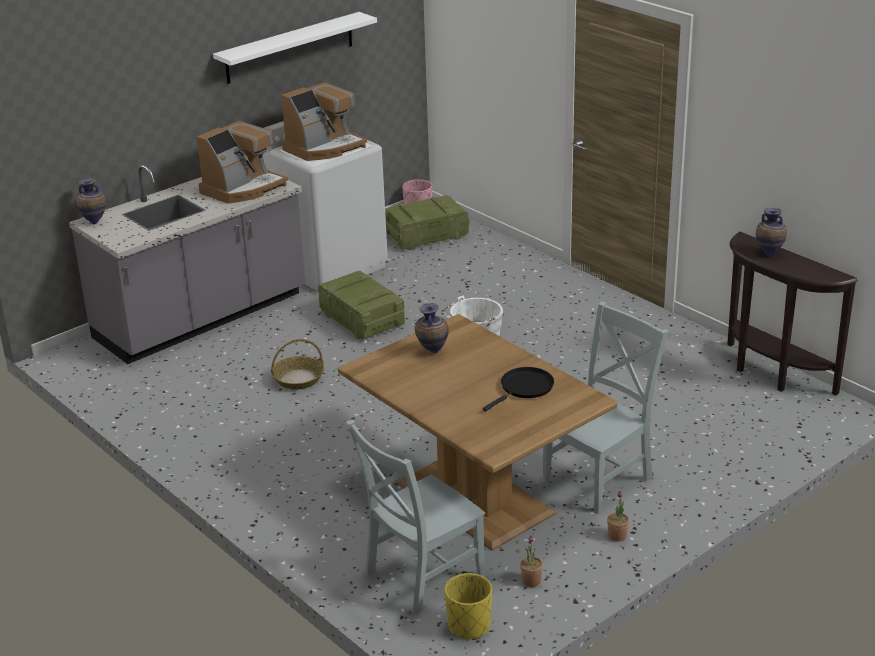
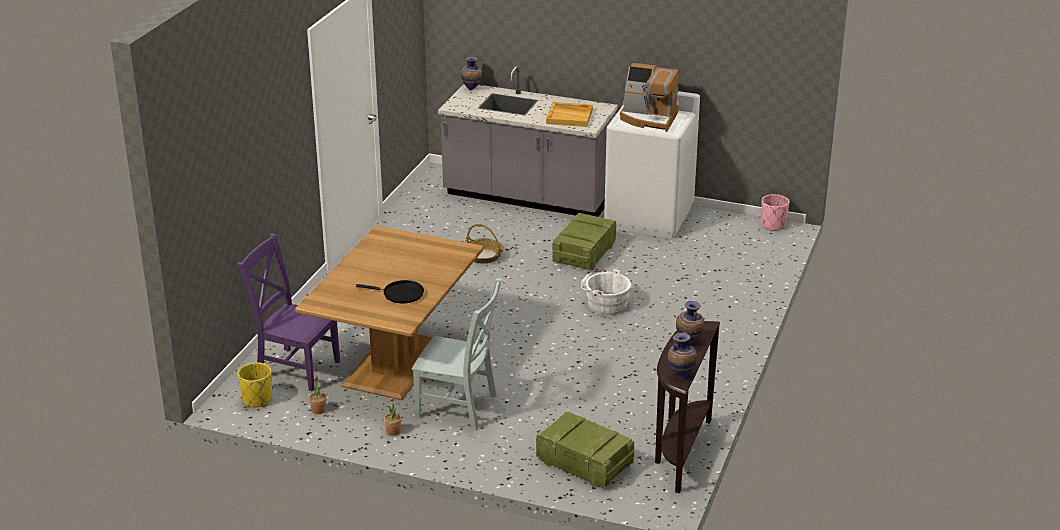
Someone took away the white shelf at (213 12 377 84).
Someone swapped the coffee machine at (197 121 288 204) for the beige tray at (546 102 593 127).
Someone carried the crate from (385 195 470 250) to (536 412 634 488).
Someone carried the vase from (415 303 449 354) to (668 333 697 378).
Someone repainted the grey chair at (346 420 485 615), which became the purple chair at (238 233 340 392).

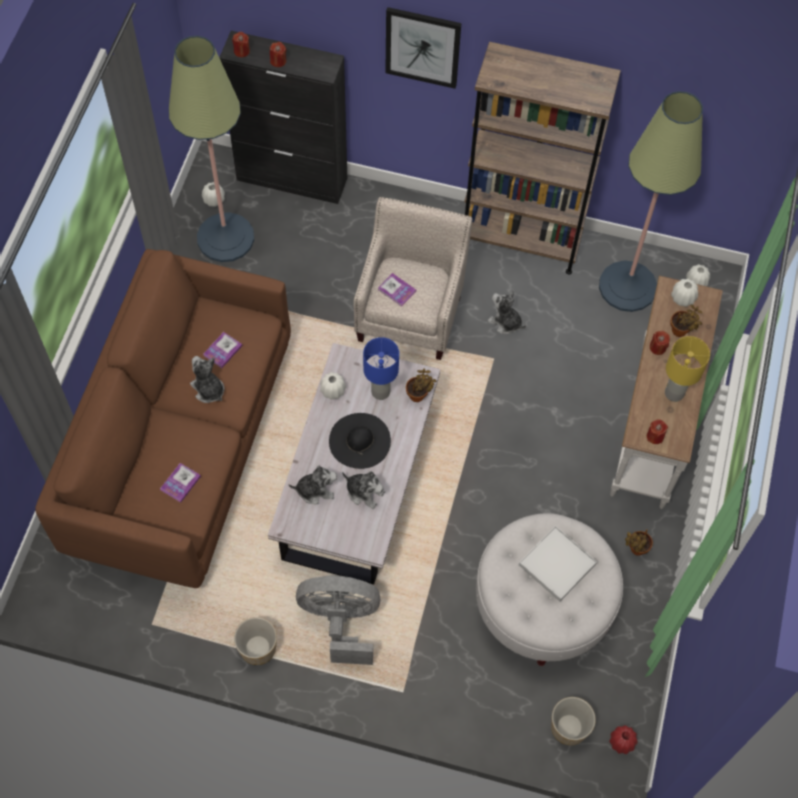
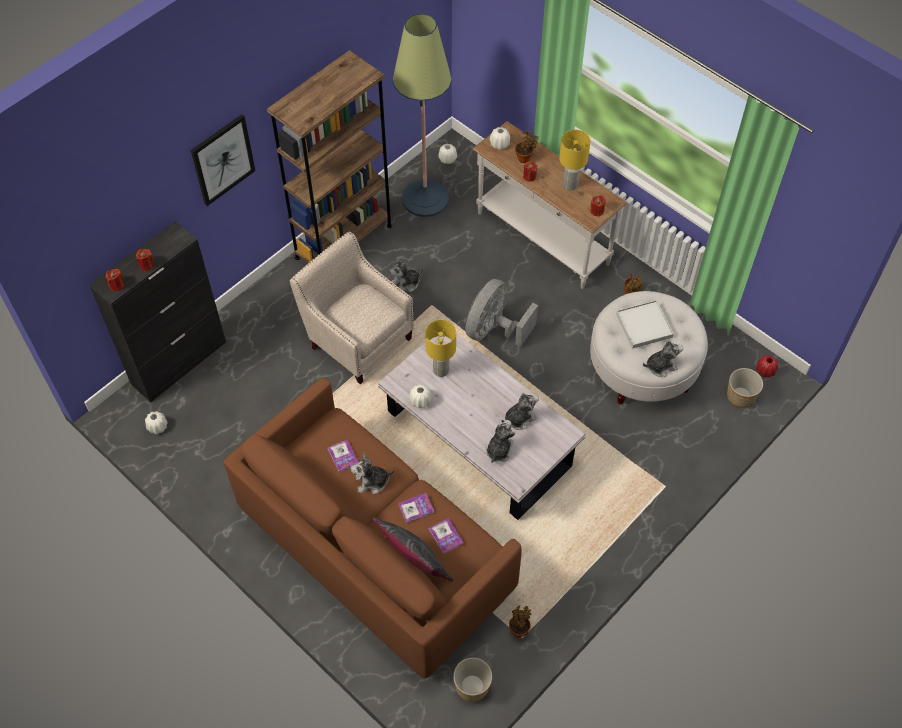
Someone took away the floor lamp at (169 35 254 262).
Someone carried the book from (378 273 416 307) to (398 493 434 523).
Someone repainted the blue table lamp at (363 337 399 400), which became the yellow table lamp at (425 320 456 377).
Someone carried the potted plant from (406 368 436 402) to (509 606 531 637).
Someone took away the black hat at (329 413 391 469).
Someone carried the grey fan from (296 575 380 665) to (465 279 538 347).
Someone carried the planter from (234 617 277 665) to (453 658 492 702).
Someone put down the plush toy at (643 340 683 377).
Someone put down the grey pillow at (372 517 453 581).

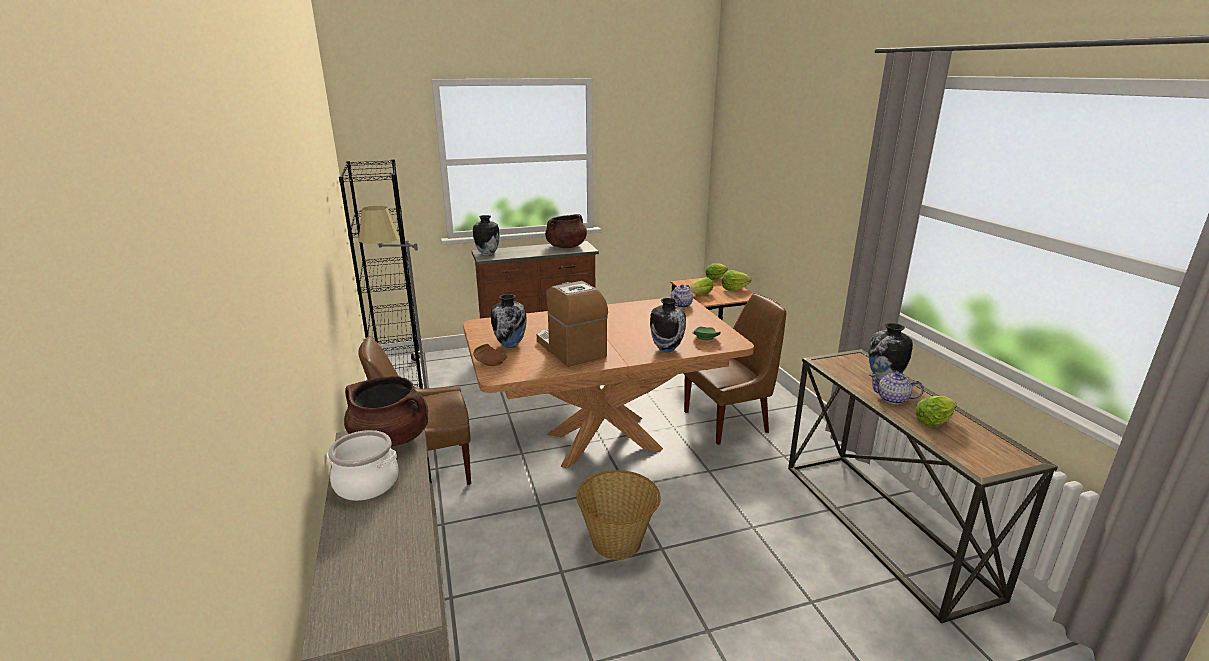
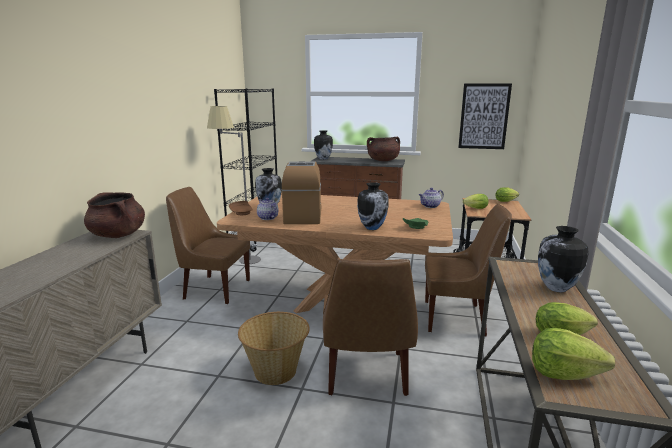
Someone carried the lettuce from (722 271 751 291) to (532 328 615 380).
Someone carried the teapot from (869 372 924 404) to (257 198 279 220).
Someone took away the cooking pot at (327 430 399 501).
Someone put up the picture at (458 84 512 149).
Someone put down the brown chair at (323 259 418 396).

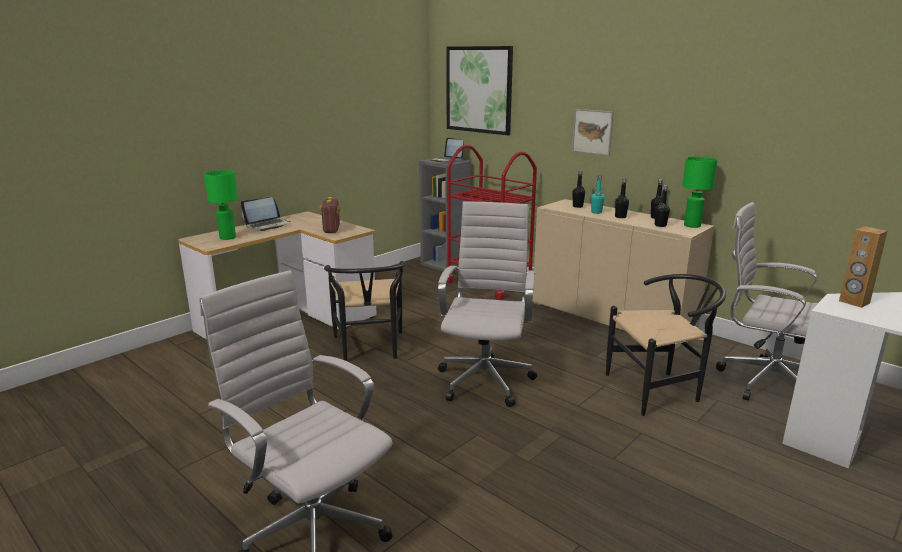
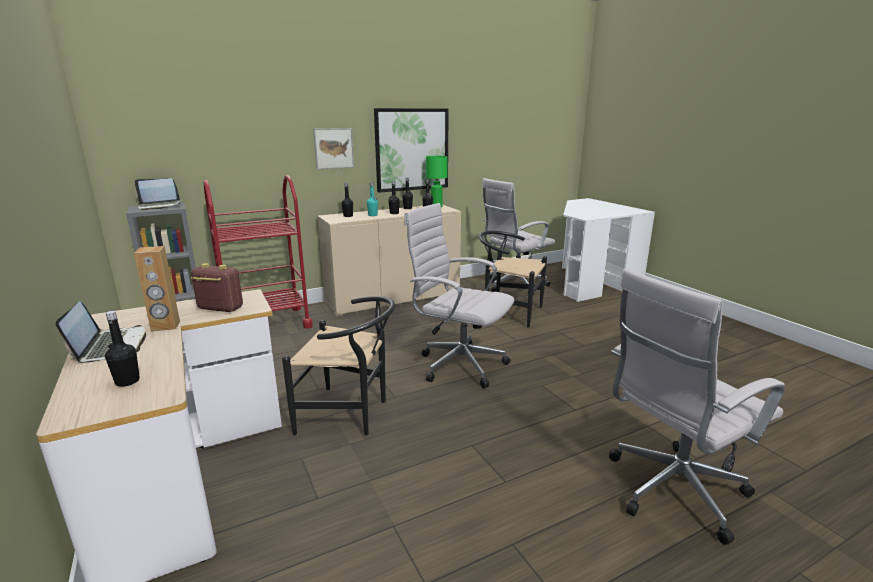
Someone carried the picture from (446 46 513 135) to (374 108 449 193).
Someone swapped the green table lamp at (204 170 238 240) for the black bottle at (105 311 140 387).
Someone carried the brown speaker from (839 226 887 308) to (134 246 180 332).
Someone rotated the black chair at (606 274 726 416) by 75 degrees counterclockwise.

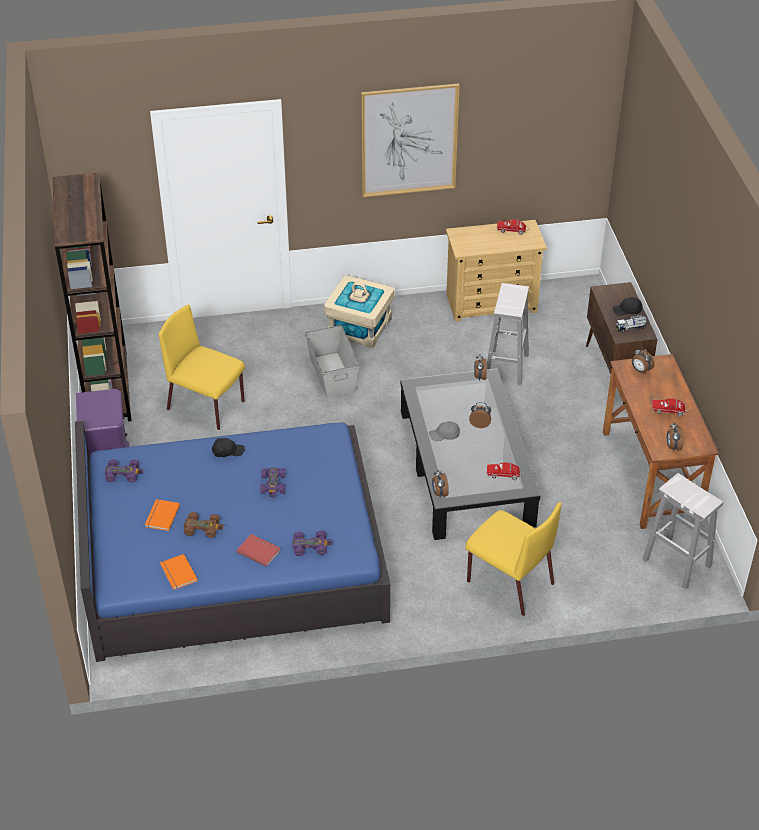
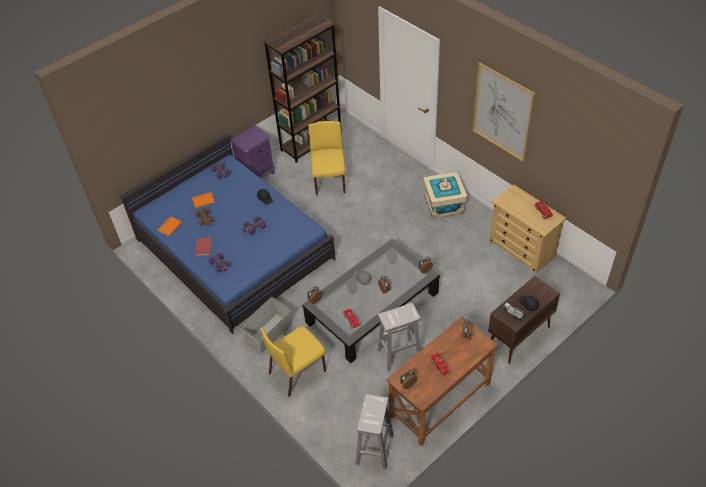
Someone carried the white stool from (487 283 529 385) to (378 303 421 371).
Someone carried the grey storage box from (305 325 360 398) to (240 297 292 353).
Someone rotated the yellow chair at (465 502 562 616) by 45 degrees clockwise.

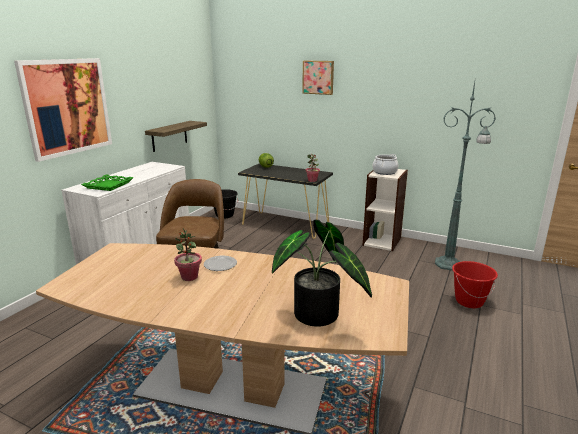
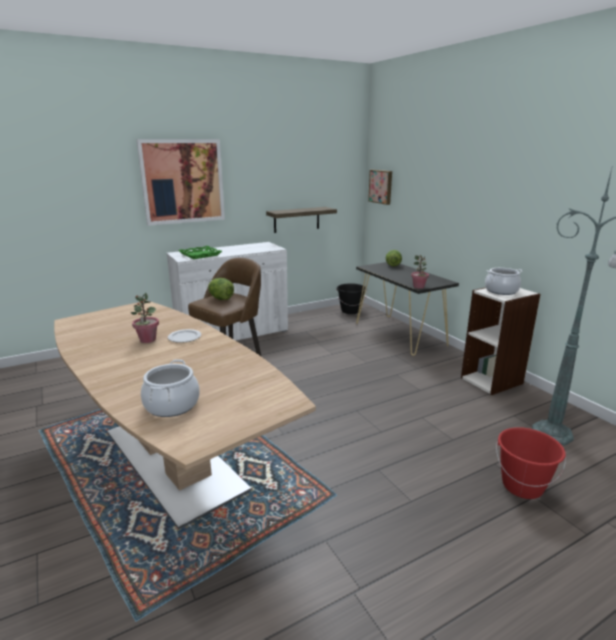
Someone carried the picture from (302 61 334 95) to (368 170 392 205).
Someone swapped the potted plant at (272 219 372 327) for the cooking pot at (141 359 200 417).
Someone put down the lettuce at (208 278 234 300).

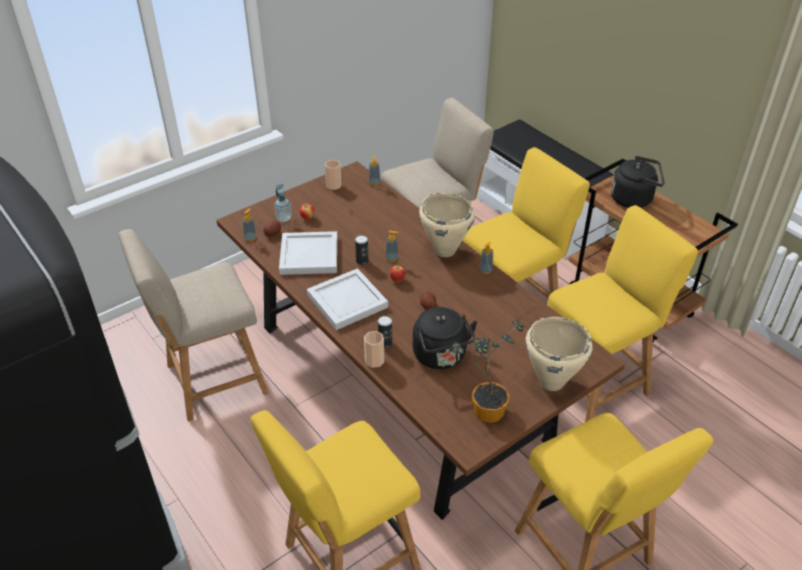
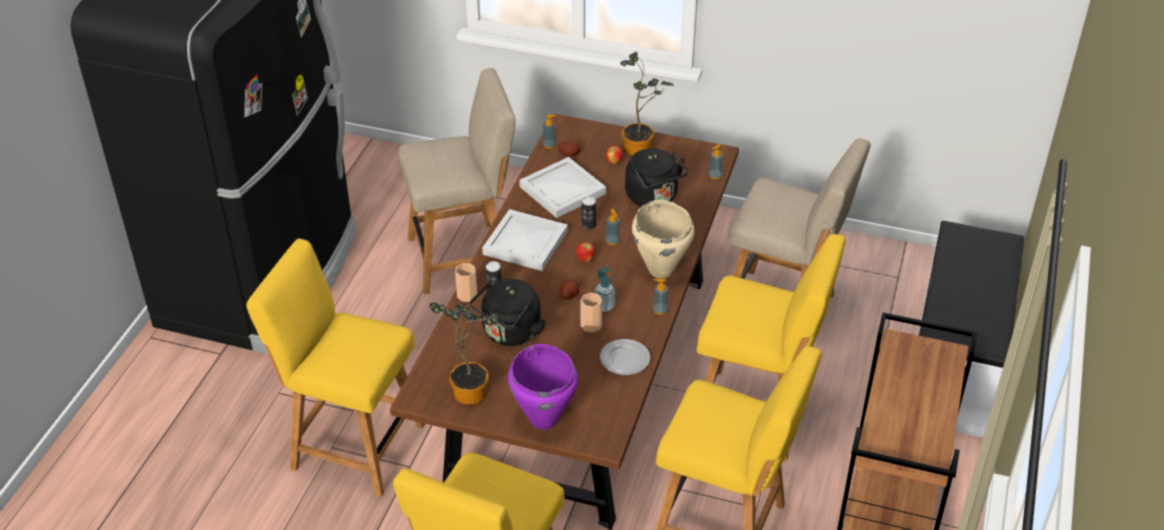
Someone carried the black kettle from (611 156 665 208) to (625 148 688 206).
Someone carried the cup from (325 160 342 190) to (581 293 602 333).
Someone carried the soap dispenser from (274 184 292 222) to (595 267 615 312).
Someone rotated the beige chair at (118 229 269 422) by 135 degrees clockwise.
Someone repainted the beige cooking pot at (525 317 593 391), which became the purple cooking pot at (508 344 578 430).
Someone put down the potted plant at (620 52 674 156).
Someone put down the plate at (600 339 650 375).

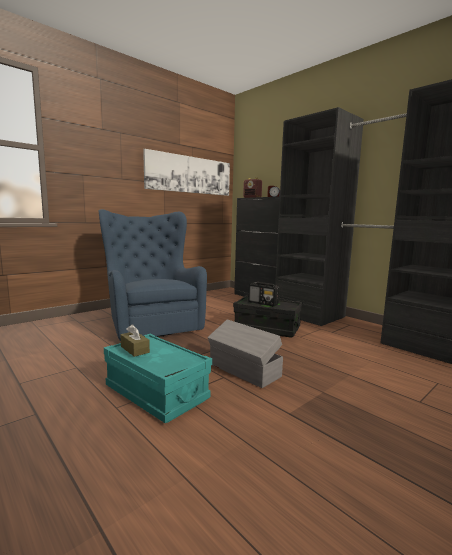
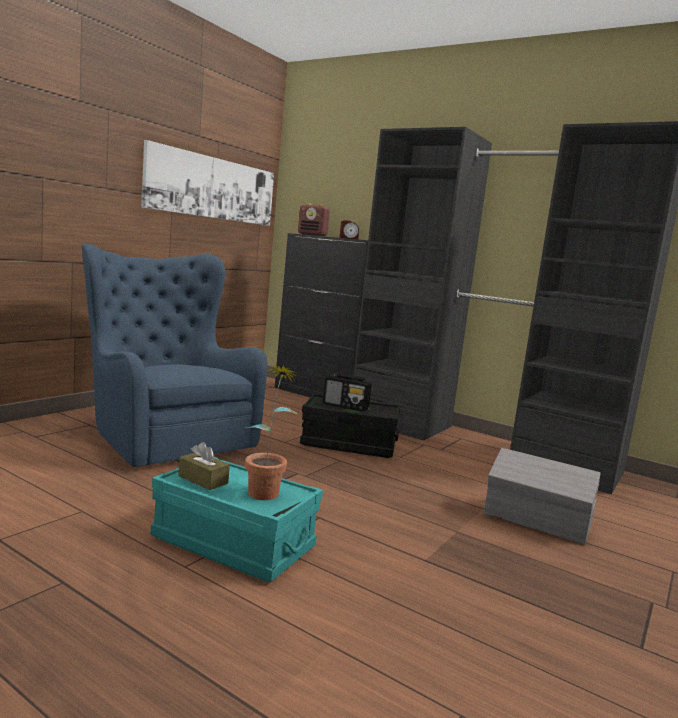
Someone carried the grey storage box from (208 319 283 388) to (484 448 600 544).
Someone put down the potted plant at (245 365 301 500).

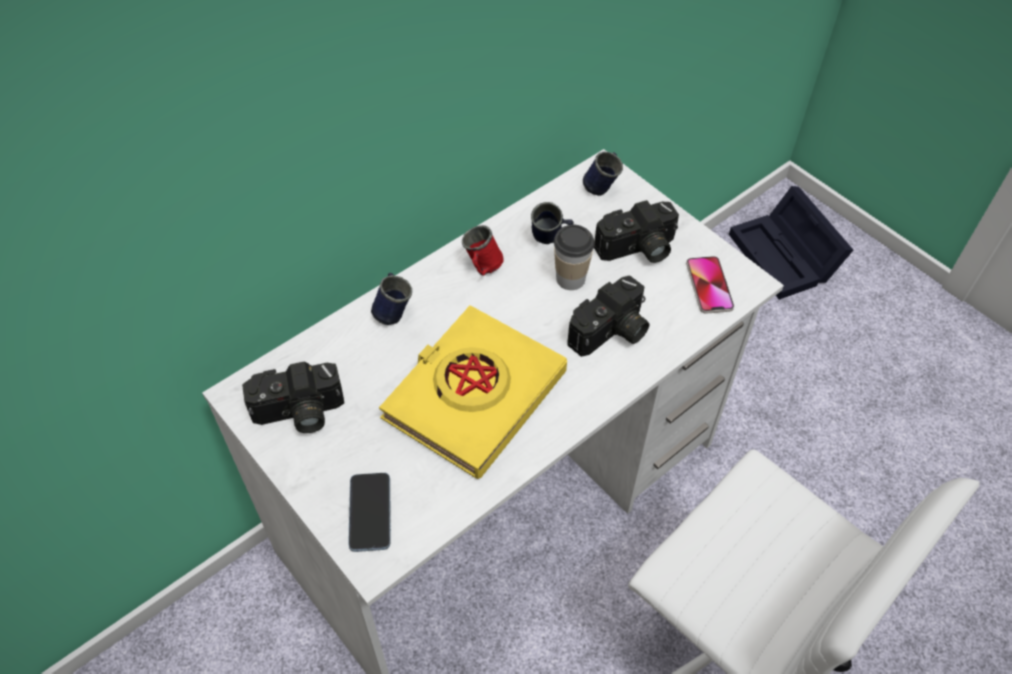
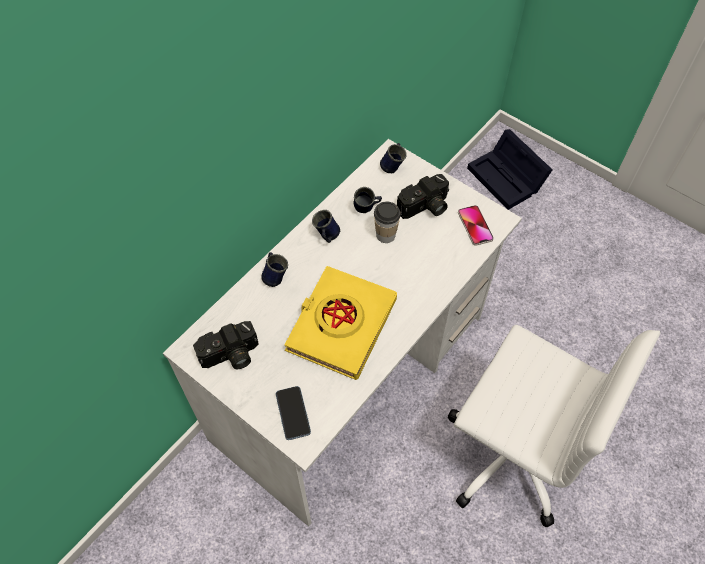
Someone repainted the red mug at (462 225 503 275), which became the blue mug at (312 210 340 243).
Someone took away the photo camera at (567 275 649 357).

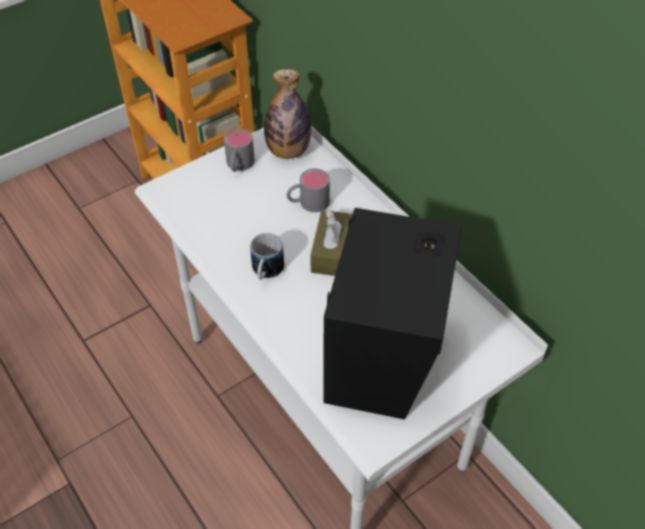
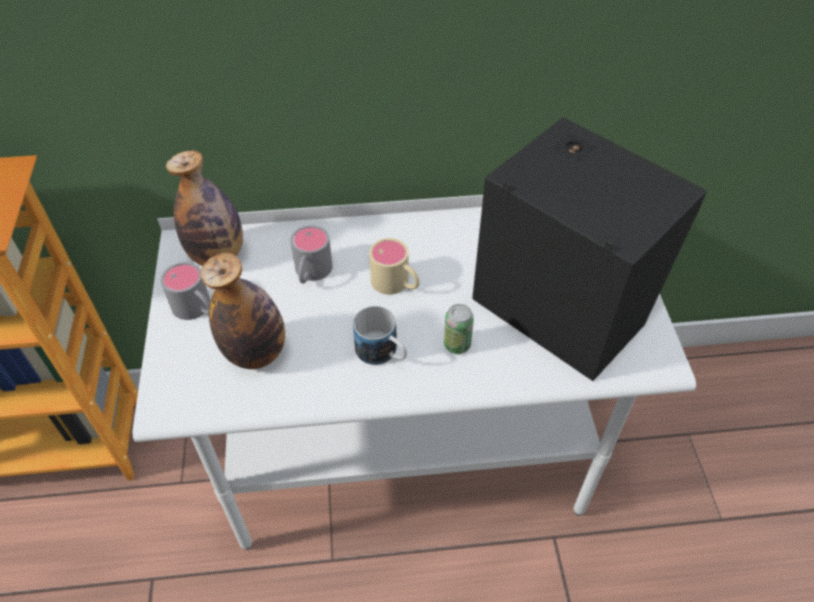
Someone swapped the brown tissue box at (310 210 352 276) for the beige mug at (369 238 420 295).
Someone put down the bottle at (200 253 285 369).
Someone put down the can at (444 304 474 354).

